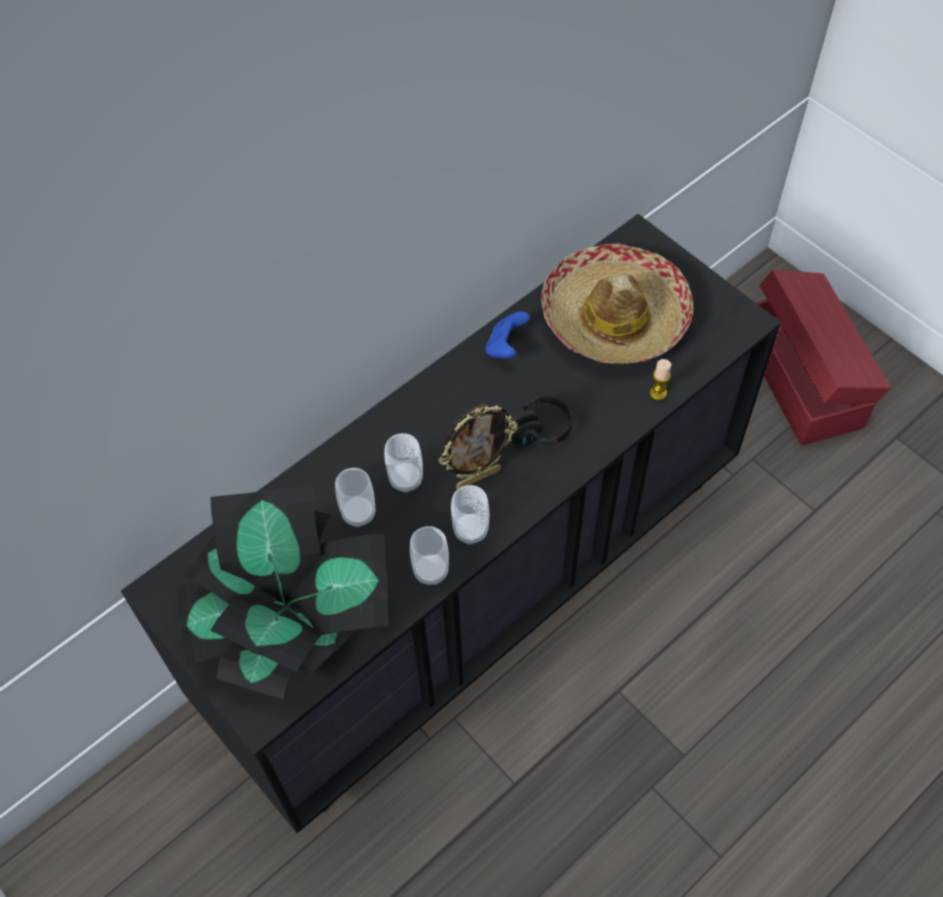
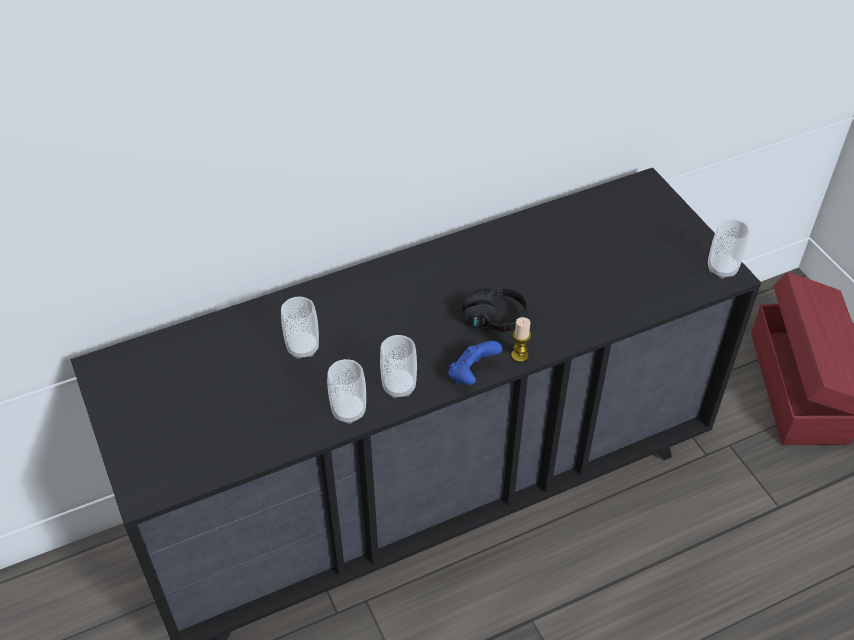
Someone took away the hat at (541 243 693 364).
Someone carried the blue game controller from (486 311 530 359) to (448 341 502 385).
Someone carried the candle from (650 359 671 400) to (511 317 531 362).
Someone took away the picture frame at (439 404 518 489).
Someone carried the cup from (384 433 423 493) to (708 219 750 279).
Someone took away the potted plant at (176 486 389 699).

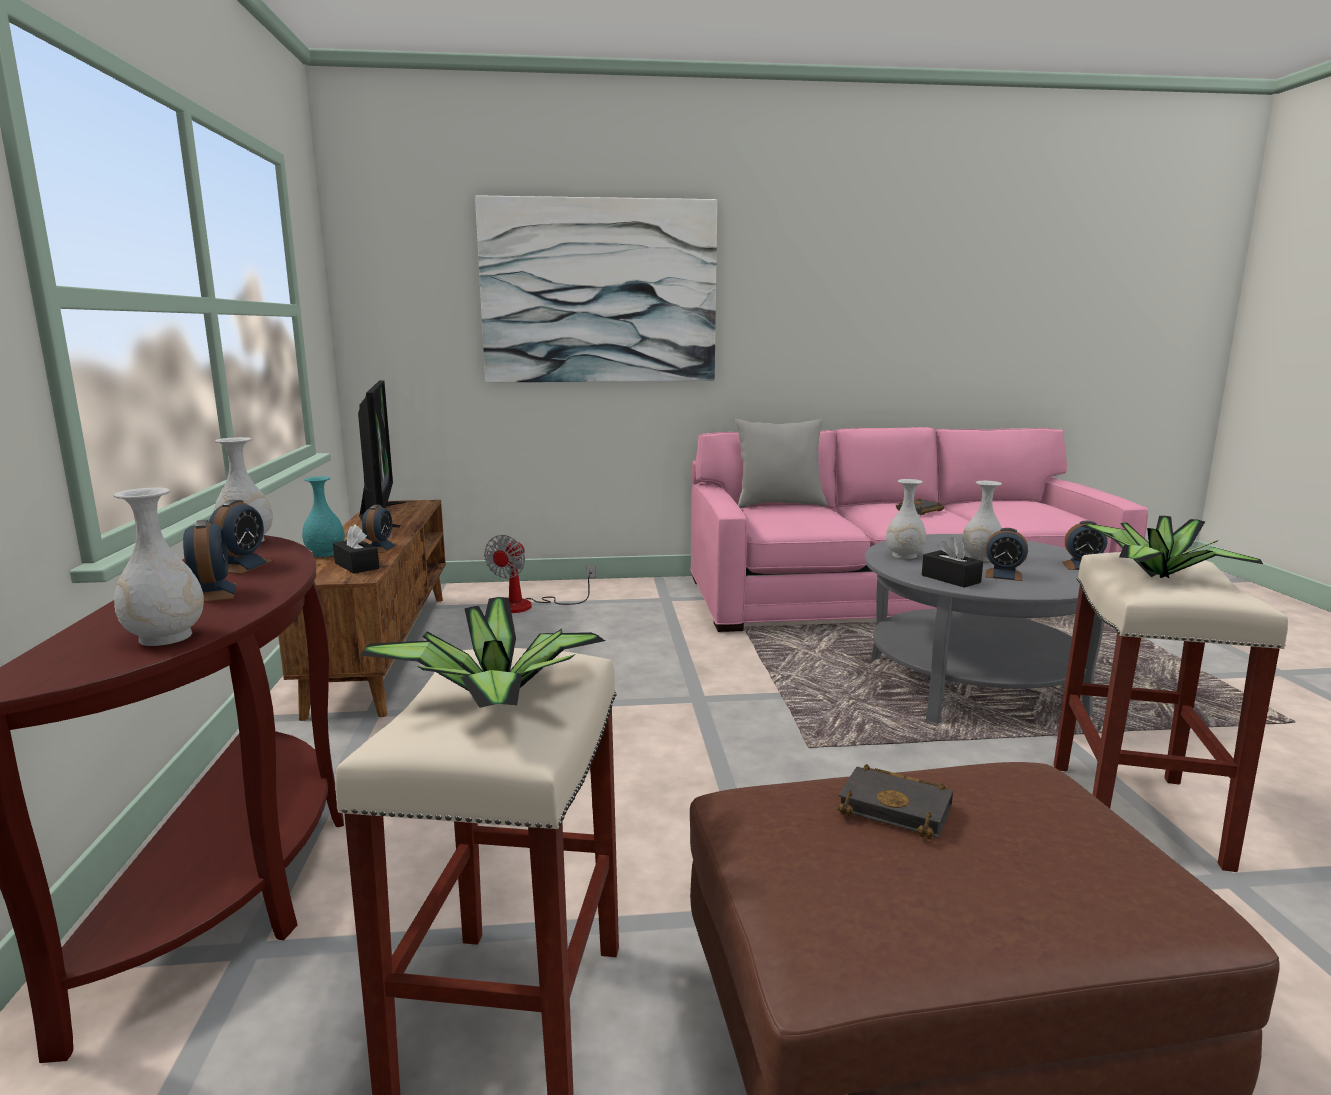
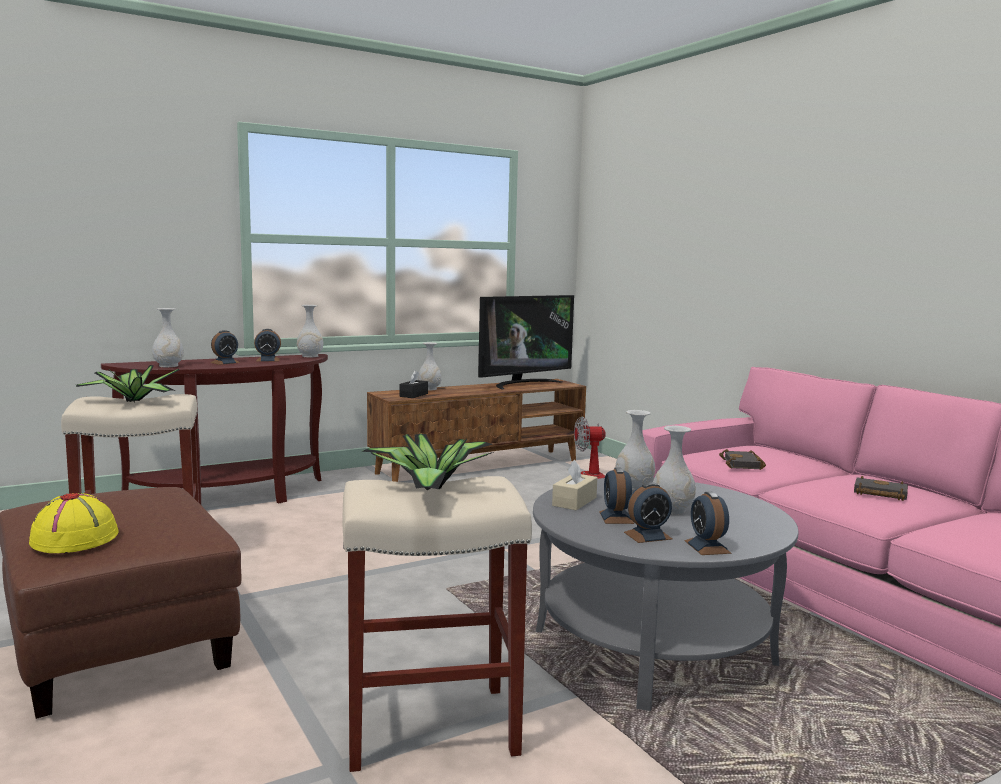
Someone took away the picture at (475 195 717 383).
Someone took away the grey pillow at (735 419 827 508).
Someone repainted the turquoise vase at (302 476 345 557), which became the white vase at (418 342 442 390).
Someone carried the alarm clock from (362 505 398 553) to (624 482 672 543).
Someone repainted the black tissue box at (922 537 983 588), which became the beige tissue box at (552 460 597 511).
Someone carried the black book from (837 764 953 839) to (719 449 766 470).
Someone put down the yellow hat at (29 493 119 553).

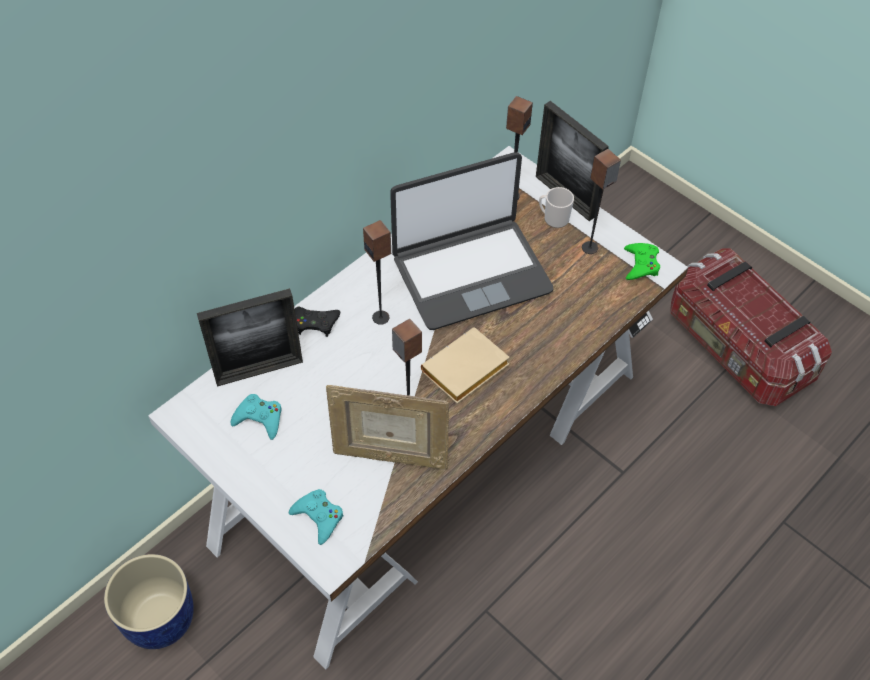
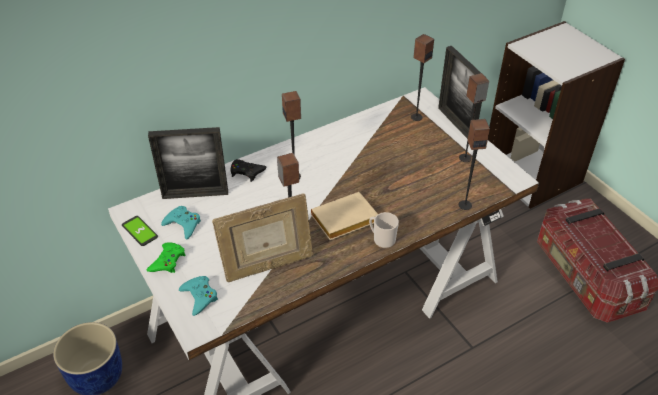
Someone took away the laptop at (390 152 553 330).
Someone carried the mug from (539 187 574 228) to (369 212 399 248).
Someone carried the green game controller from (624 243 660 280) to (147 242 185 273).
Someone rotated the picture frame at (326 385 449 470) by 45 degrees counterclockwise.
Someone put down the white bookcase at (488 21 625 209).
Someone put down the speaker at (458 119 490 210).
Someone put down the phone at (122 216 158 246).

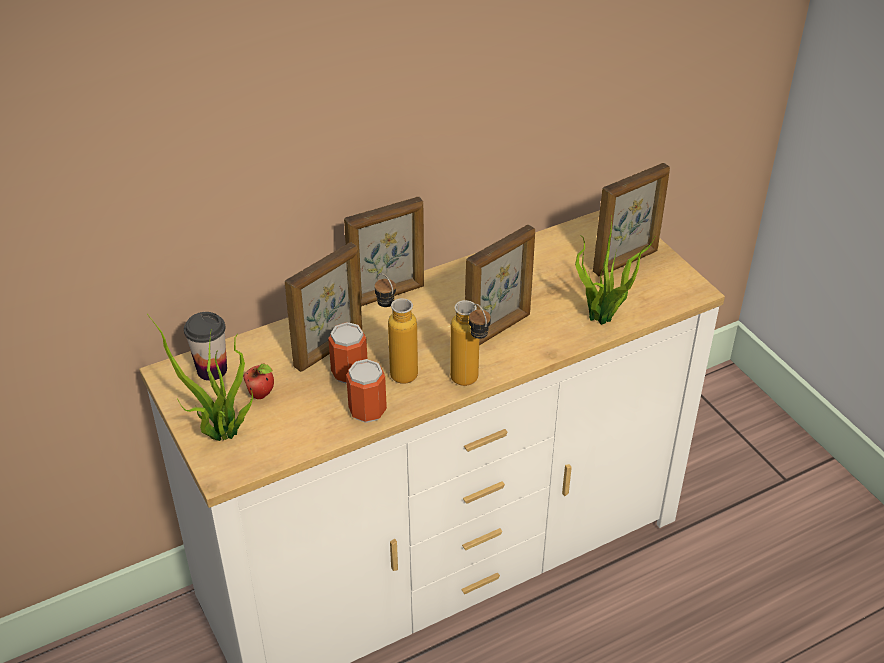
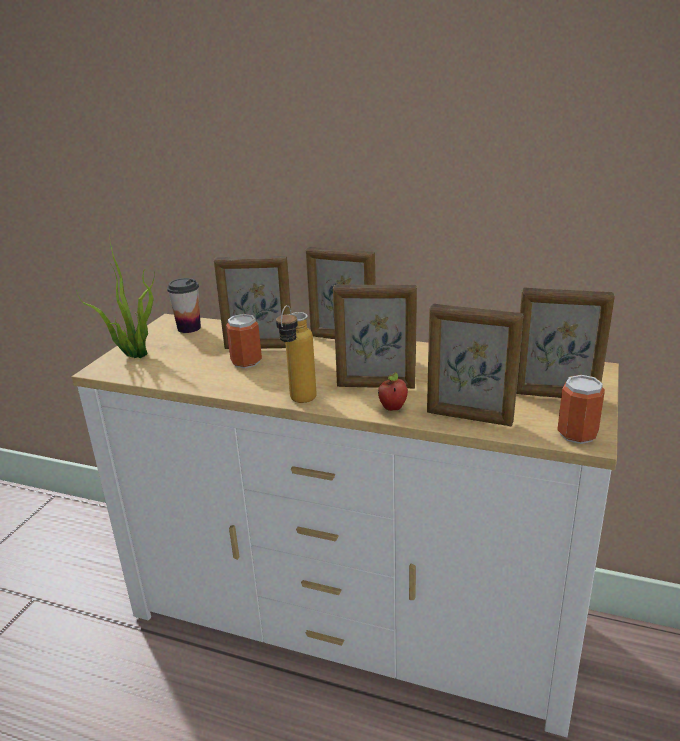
Someone swapped the potted plant at (575 217 655 325) for the picture frame at (427 304 523 427).
Someone took away the bottle at (374 273 418 384).
Someone carried the can from (346 359 387 423) to (557 375 605 444).
Someone carried the apple from (243 363 274 399) to (378 372 408 411).

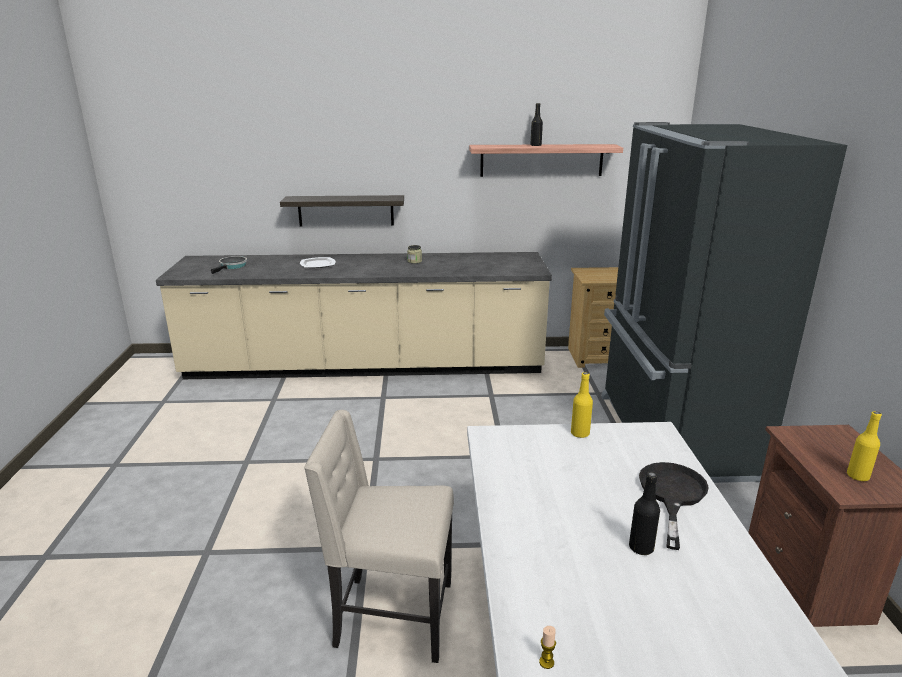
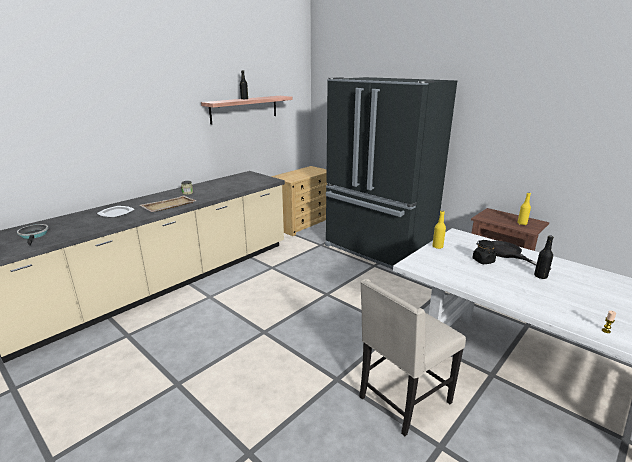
Someone took away the shelf at (280 195 404 226).
Someone put down the beige tray at (140 195 197 212).
Someone put down the black jar at (472 240 496 264).

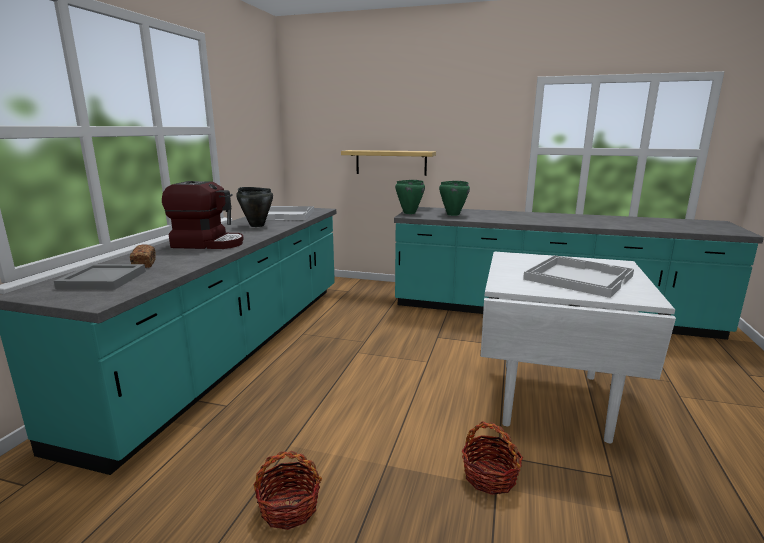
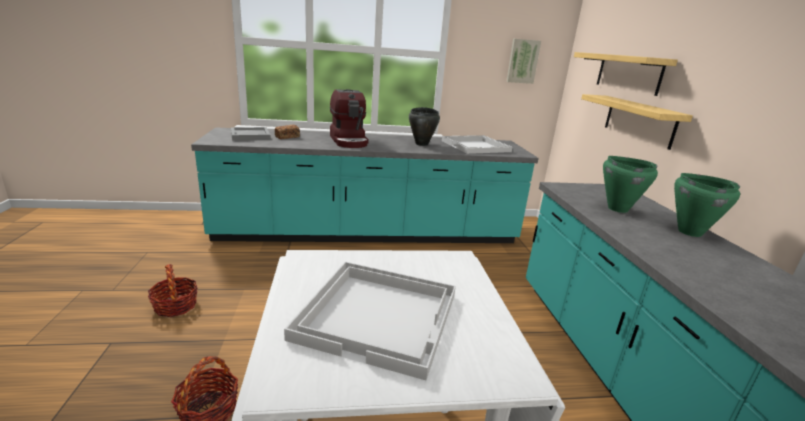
Someone carried the green cooking pot from (395 180 425 214) to (674 173 740 237).
Someone put up the picture at (506 39 541 84).
Someone put up the shelf at (574 52 678 96).

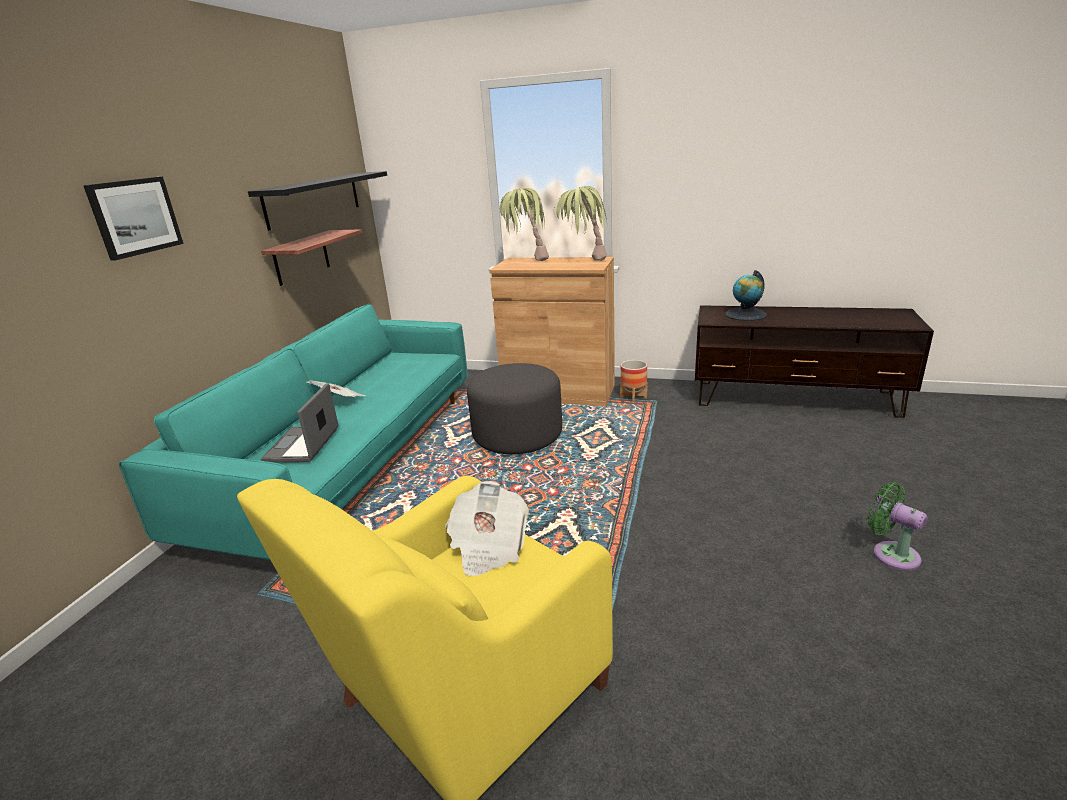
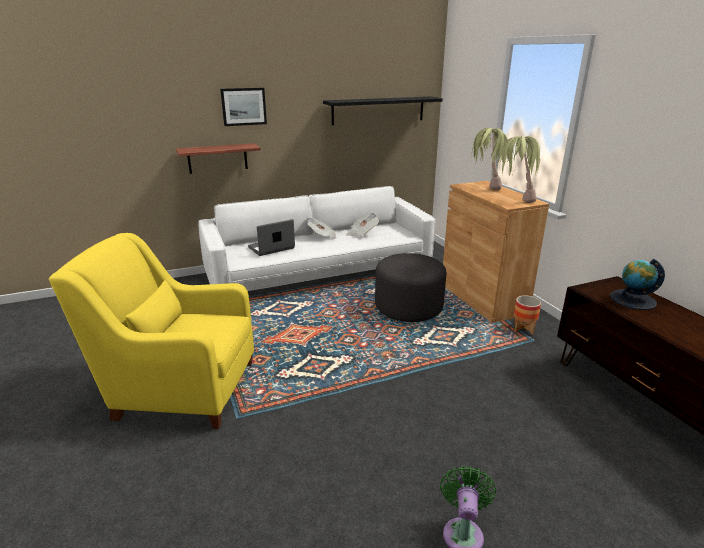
Someone carried the shelf from (261 229 362 286) to (176 143 261 174).
Someone repainted the turquoise sofa at (119 304 468 560), which became the white sofa at (198 186 435 291).
Someone carried the newspaper from (446 481 529 577) to (347 213 379 237).

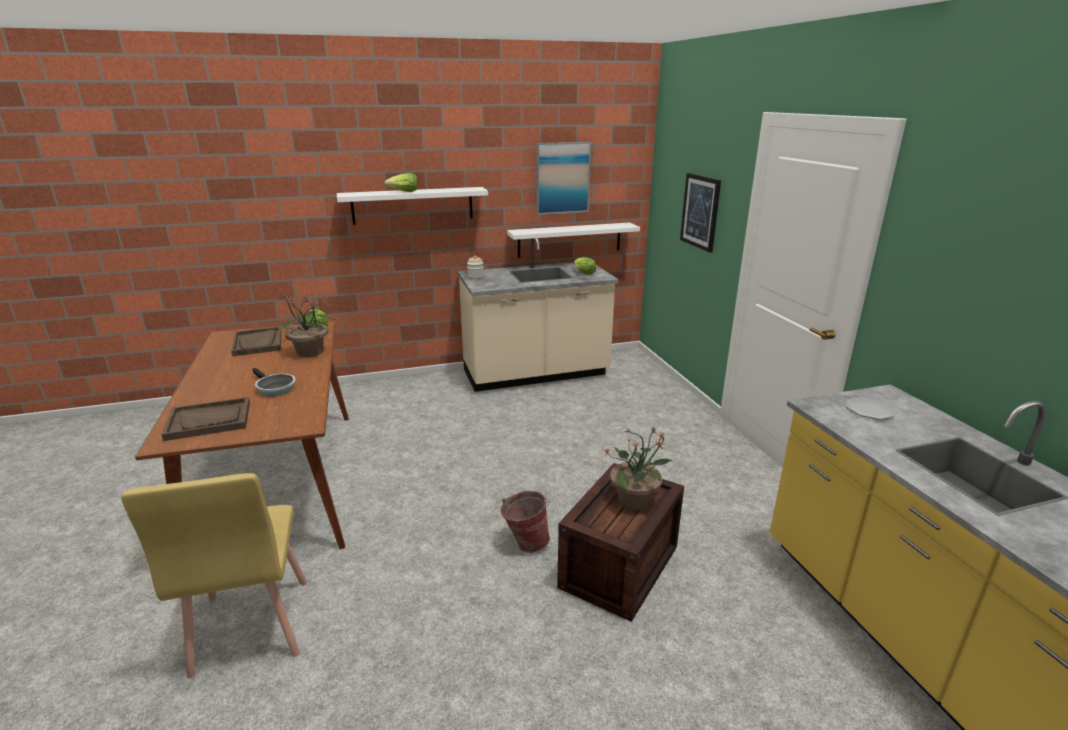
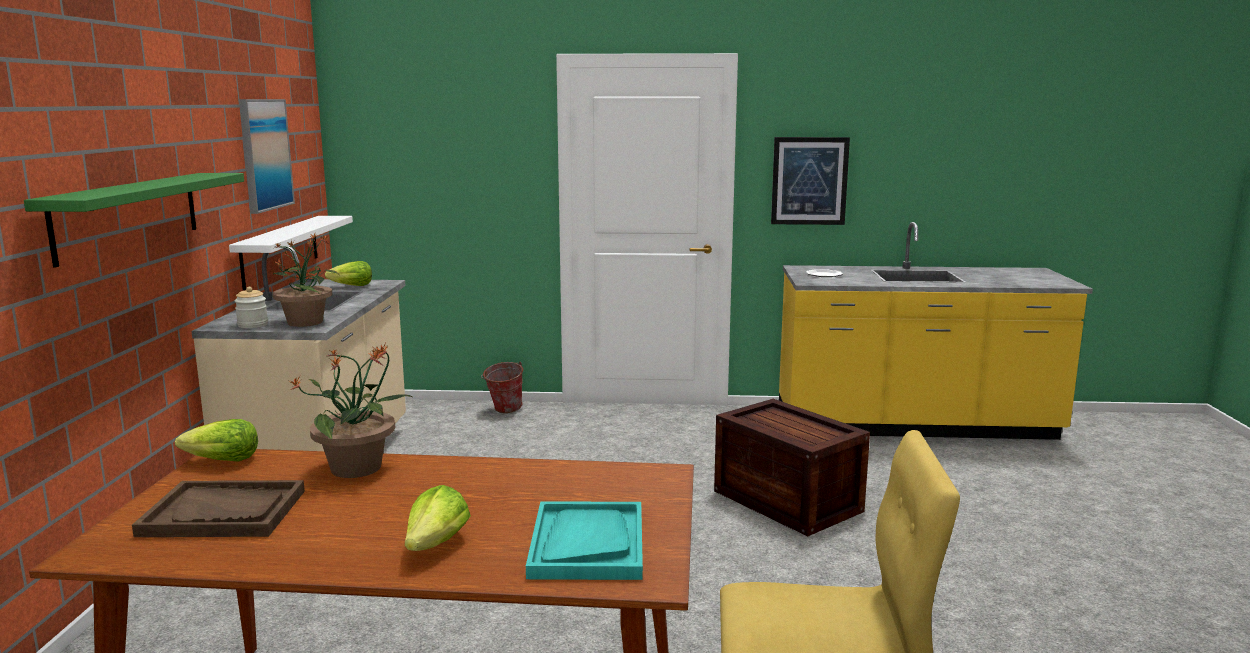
Someone carried the lettuce from (384 173 418 192) to (405 485 471 551).
Someone carried the picture from (680 173 721 252) to (771 137 850 225).
Someone repainted the white shelf at (337 187 488 225), which became the green shelf at (24 173 244 268).
Someone took away the frying pan at (252 368 296 396).
Someone repainted the brown tray at (161 397 250 441), which became the turquoise tray at (526 501 643 580).
Someone carried the potted plant from (604 427 673 510) to (273 233 339 327).
Someone carried the bucket from (501 491 550 553) to (481 362 523 413).

